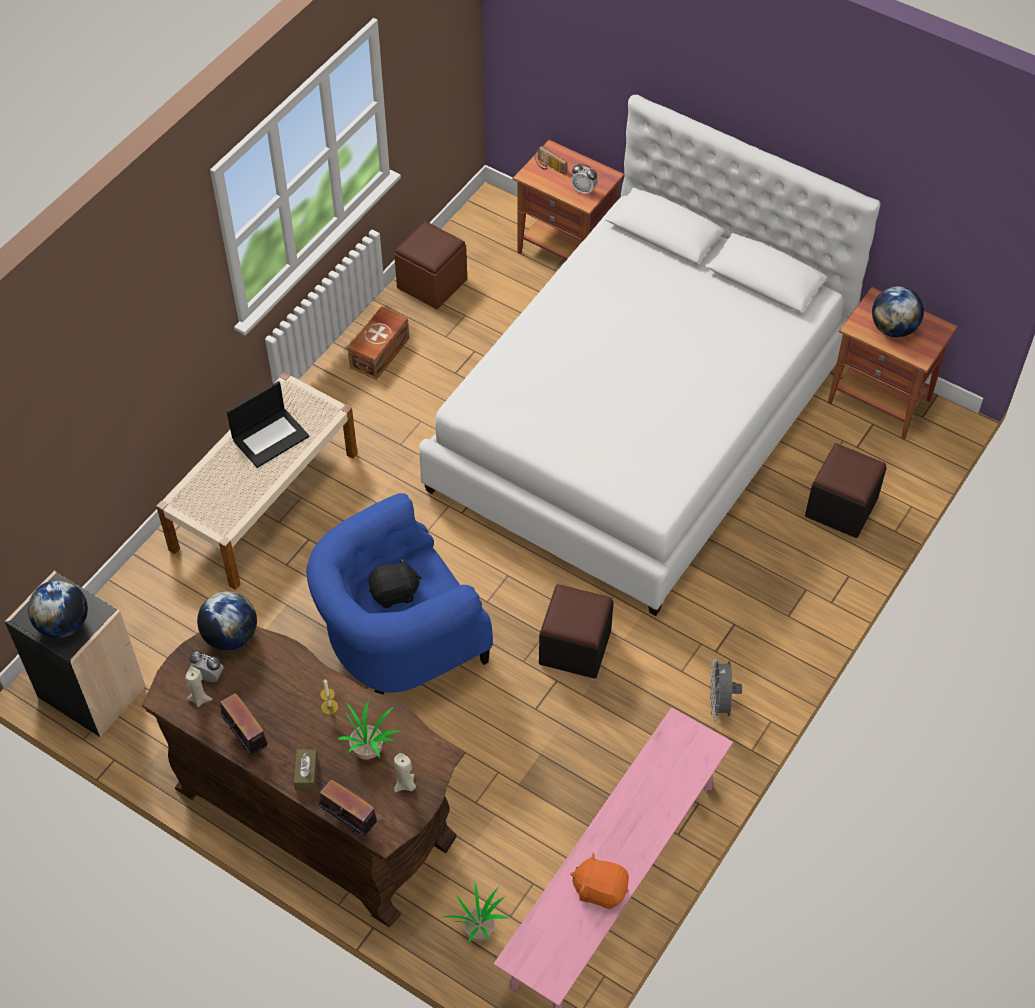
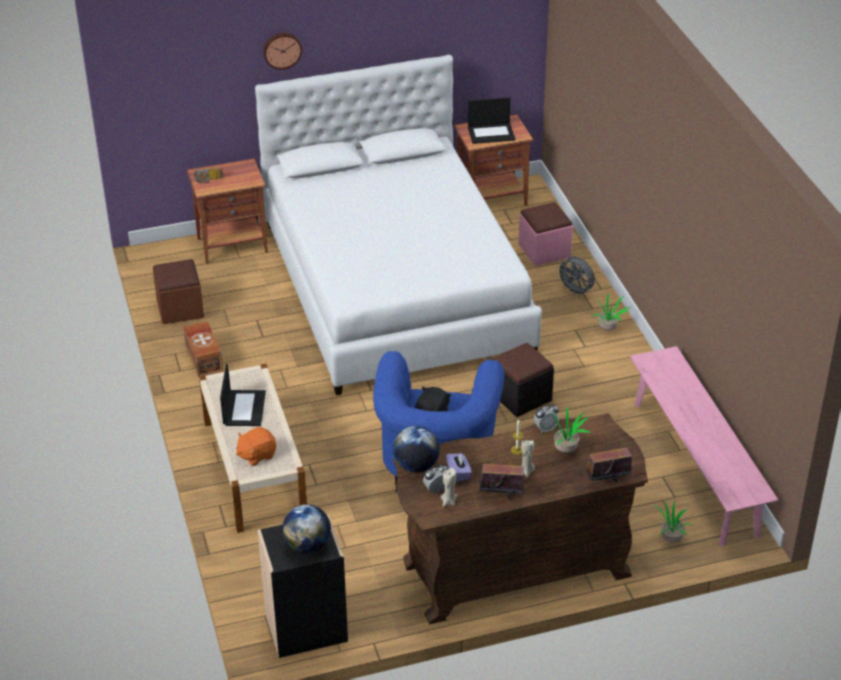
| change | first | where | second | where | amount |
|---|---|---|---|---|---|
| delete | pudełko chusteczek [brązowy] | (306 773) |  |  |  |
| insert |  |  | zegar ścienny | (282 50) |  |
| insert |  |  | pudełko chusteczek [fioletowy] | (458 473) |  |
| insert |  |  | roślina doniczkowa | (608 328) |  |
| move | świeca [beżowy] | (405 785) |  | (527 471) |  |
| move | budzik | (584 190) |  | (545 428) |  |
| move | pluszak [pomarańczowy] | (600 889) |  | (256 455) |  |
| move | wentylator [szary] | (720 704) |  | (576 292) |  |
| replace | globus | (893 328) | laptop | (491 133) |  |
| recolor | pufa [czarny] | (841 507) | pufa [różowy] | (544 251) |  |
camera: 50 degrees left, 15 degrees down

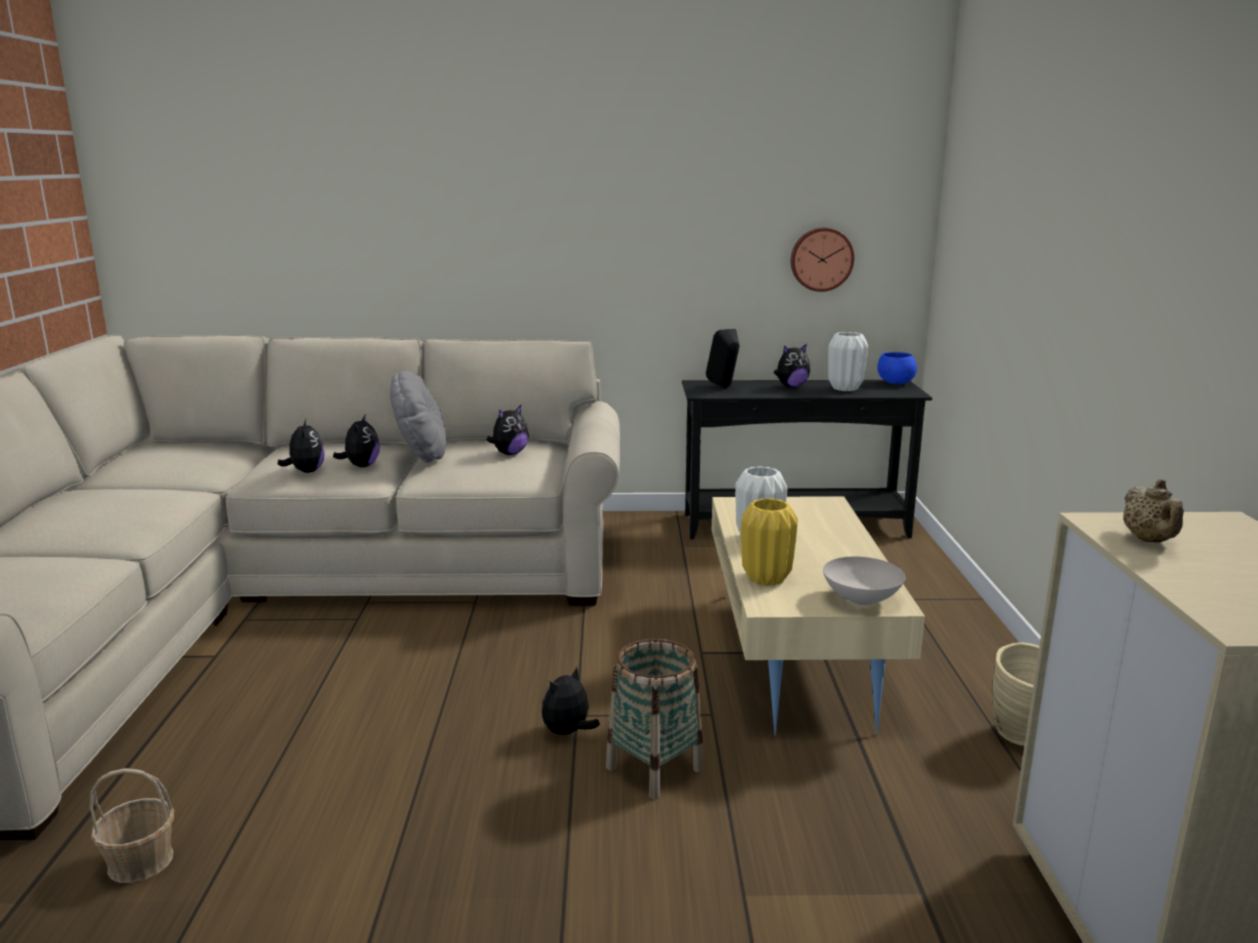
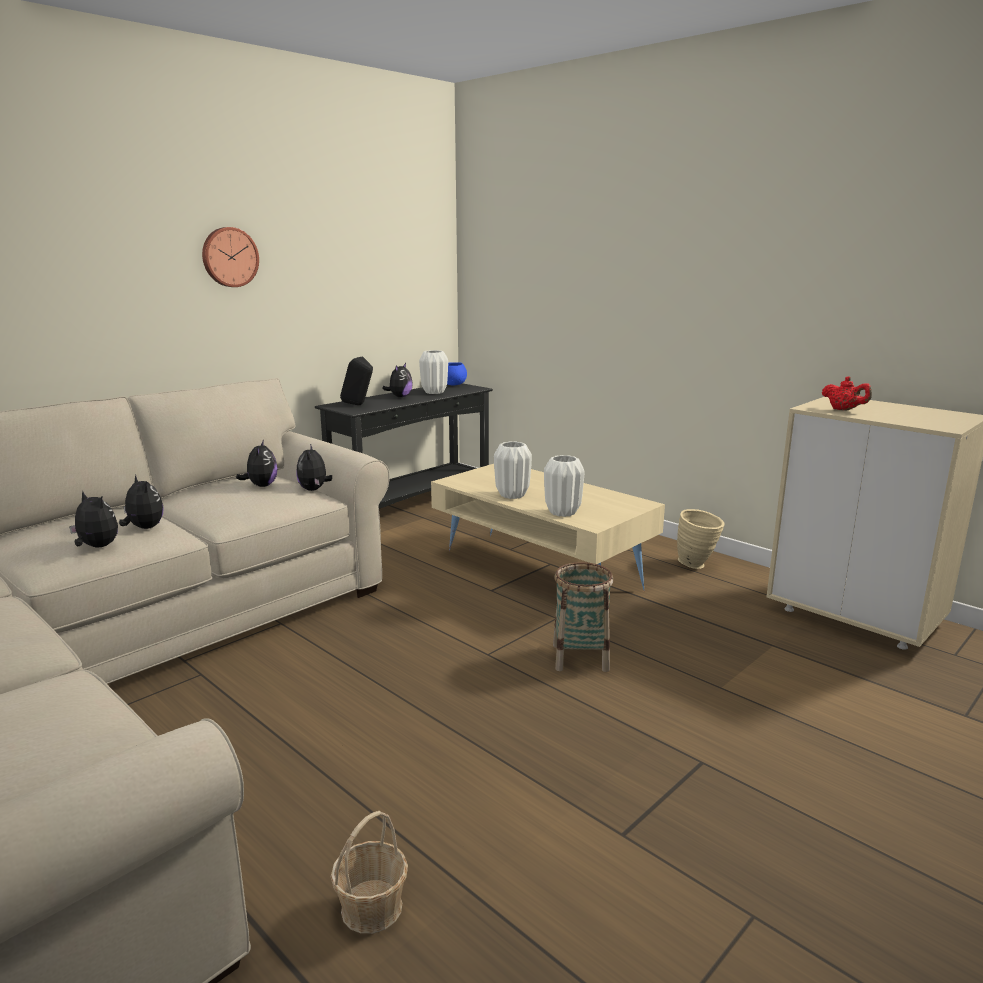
| change | first | where | second | where | amount |
|---|---|---|---|---|---|
| delete | poduszka [szary] | (421 457) |  |  |  |
| delete | miska [biały] | (860 600) |  |  |  |
| move | pluszak | (568 732) |  | (315 489) |  |
| move | zegar ścienny | (821 259) |  | (229 257) |  |
| recolor | wazon [żółty] | (766 579) | wazon [biały] | (562 513) |  |
| recolor | imbryk [beżowy] | (1149 540) | imbryk [czerwony] | (844 410) |  |
camera: 45 degrees left, 0 degrees up

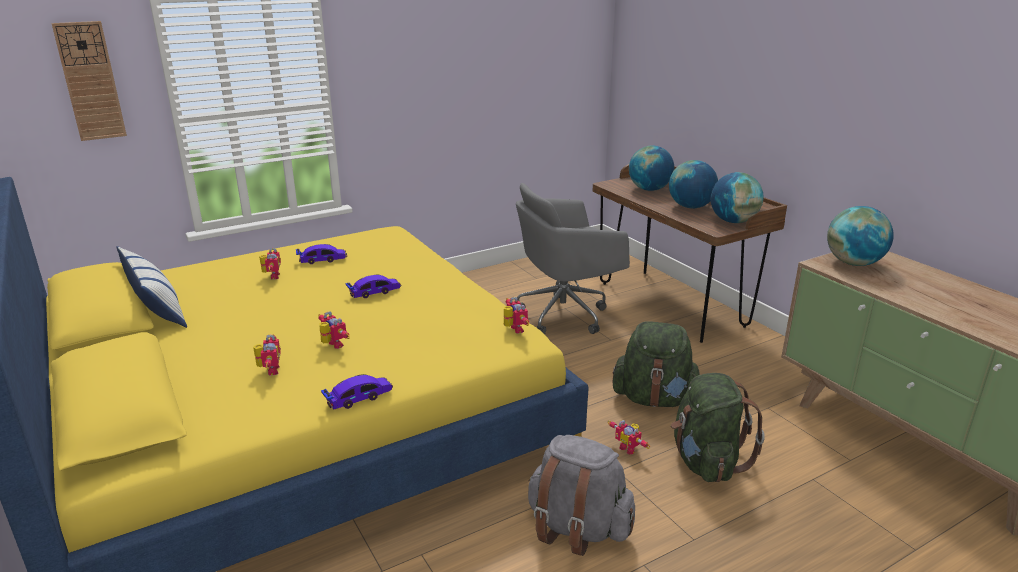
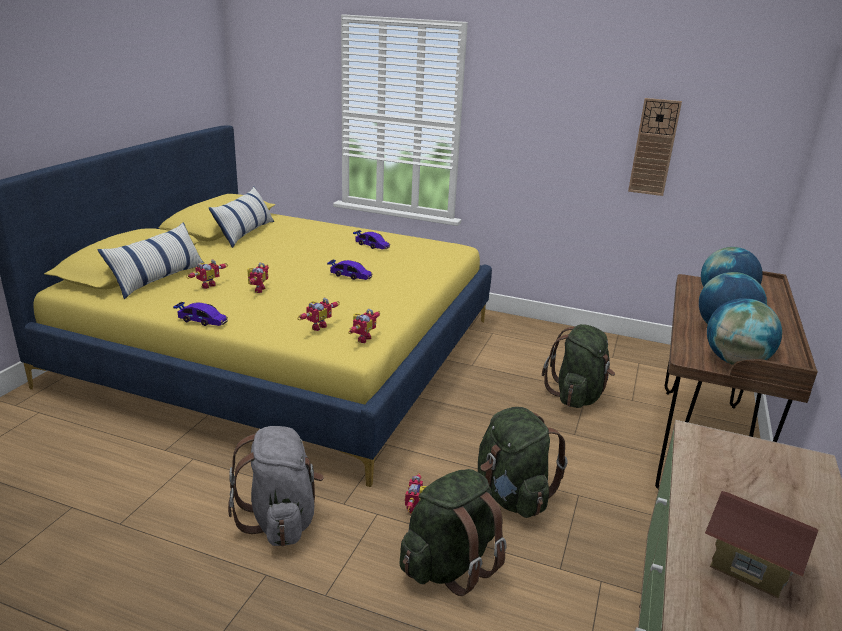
| change | first | where | second | where | amount |
|---|---|---|---|---|---|
| delete | globus | (853 263) |  |  |  |
| insert |  |  | poduszka | (159 279) |  |
| insert |  |  | domek | (749 566) |  |
| move | zegar ścienny | (90 81) |  | (654 147) |  |
| move | robot zabawkowy | (272 276) |  | (317 326) |  |
| replace | krzesło biurowe [szary] | (567 315) | plecak [zielony] | (577 396) |  |
camera: 50 degrees right, 0 degrees up

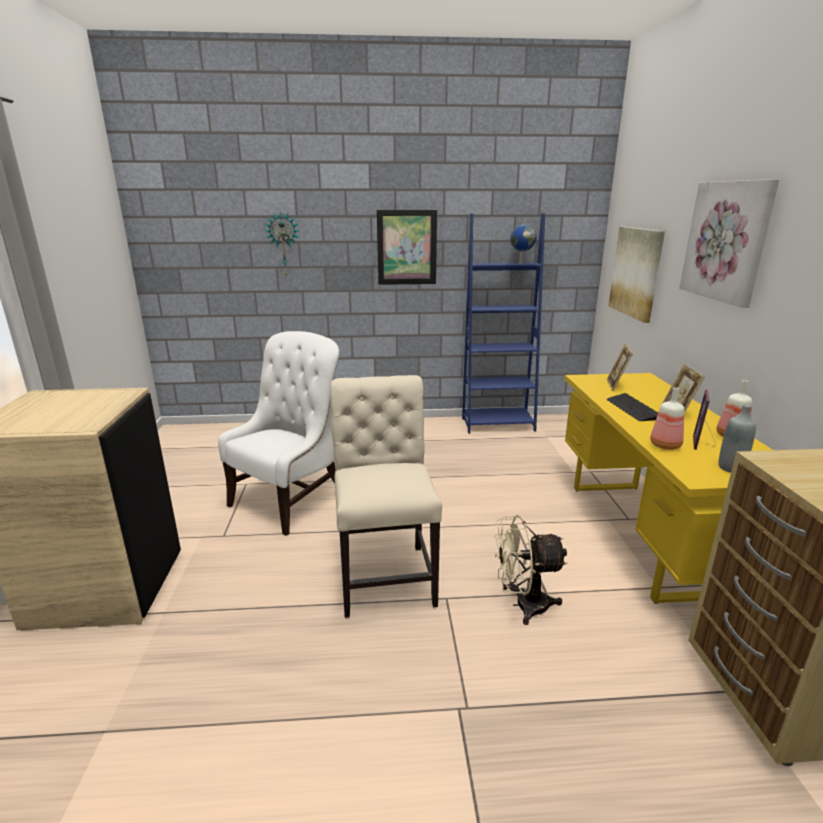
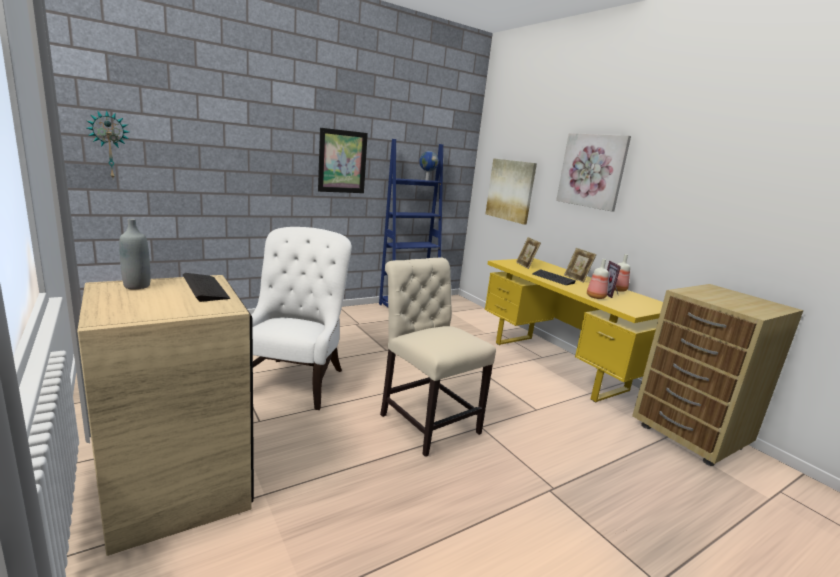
| change | first | where | second | where | amount |
|---|---|---|---|---|---|
| delete | wentylator [beżowy] | (523 605) |  |  |  |
| insert |  |  | klawiatura | (205 288) |  |
| move | zegar ścienny | (283 245) |  | (109 145) |  |
| move | butelka [szary] | (731 468) |  | (137 286) |  |
camera: 30 degrees left, 5 degrees down

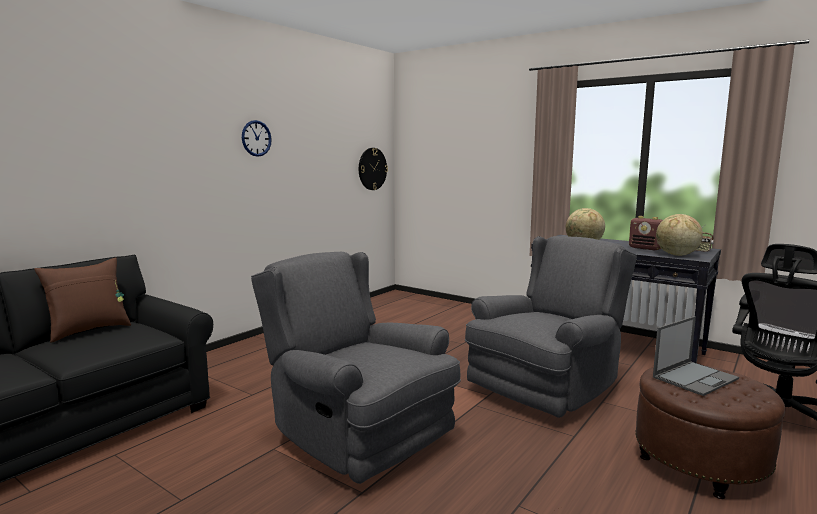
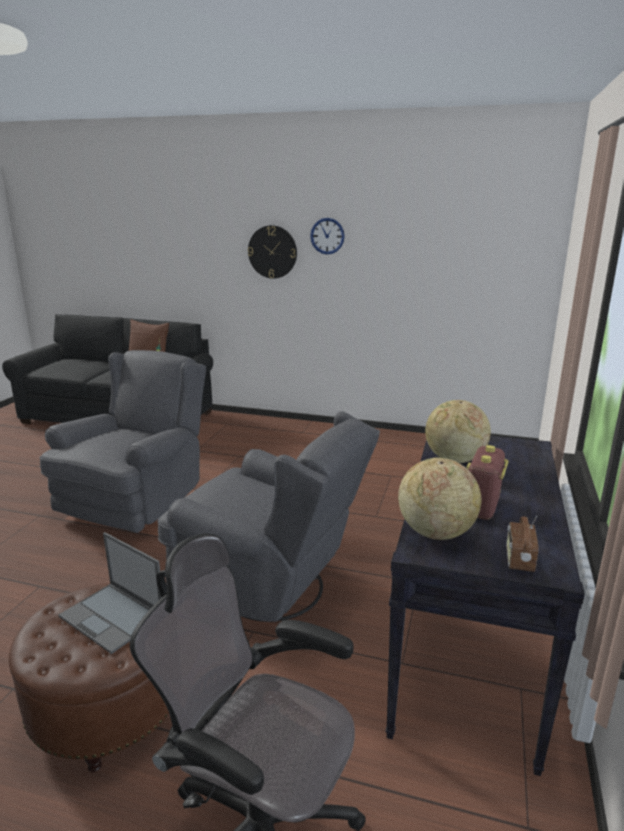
| change | first | where | second | where | amount |
|---|---|---|---|---|---|
| move | zegar ścienny | (372 169) |  | (272 252) |  |
camera: 70 degrees right, 10 degrees up

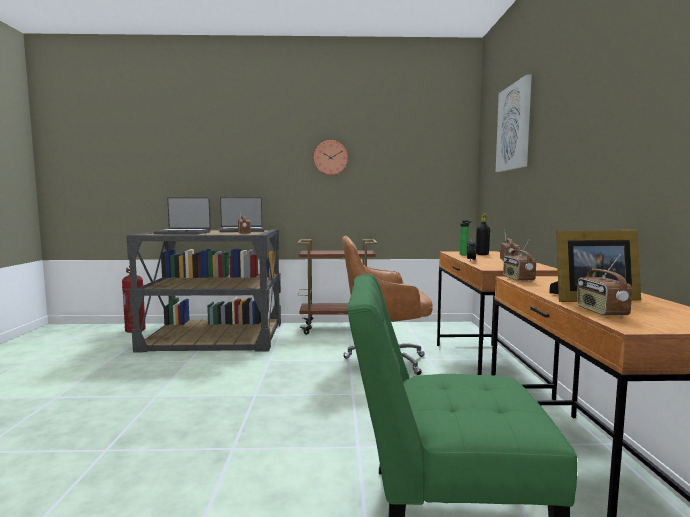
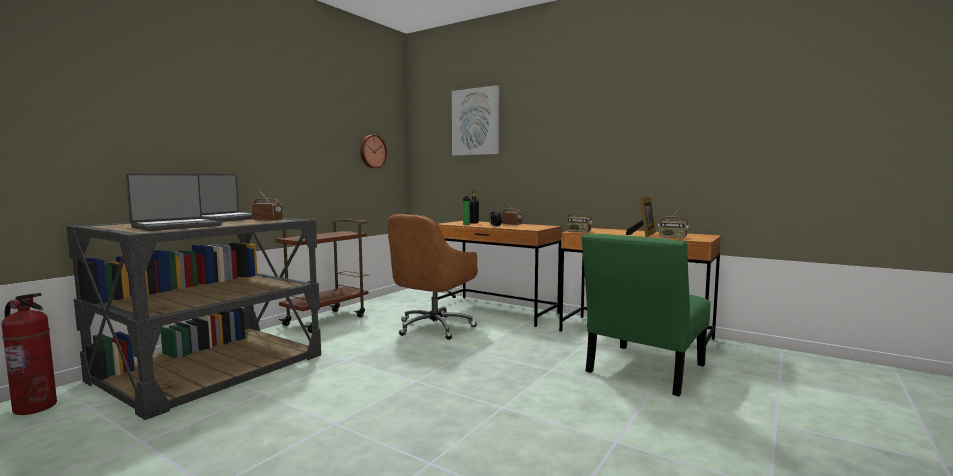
| change | first | where | second | where | amount |
|---|---|---|---|---|---|
| move | zegar ścienny | (330 158) |  | (372 151) |  |
camera: 55 degrees left, 0 degrees up

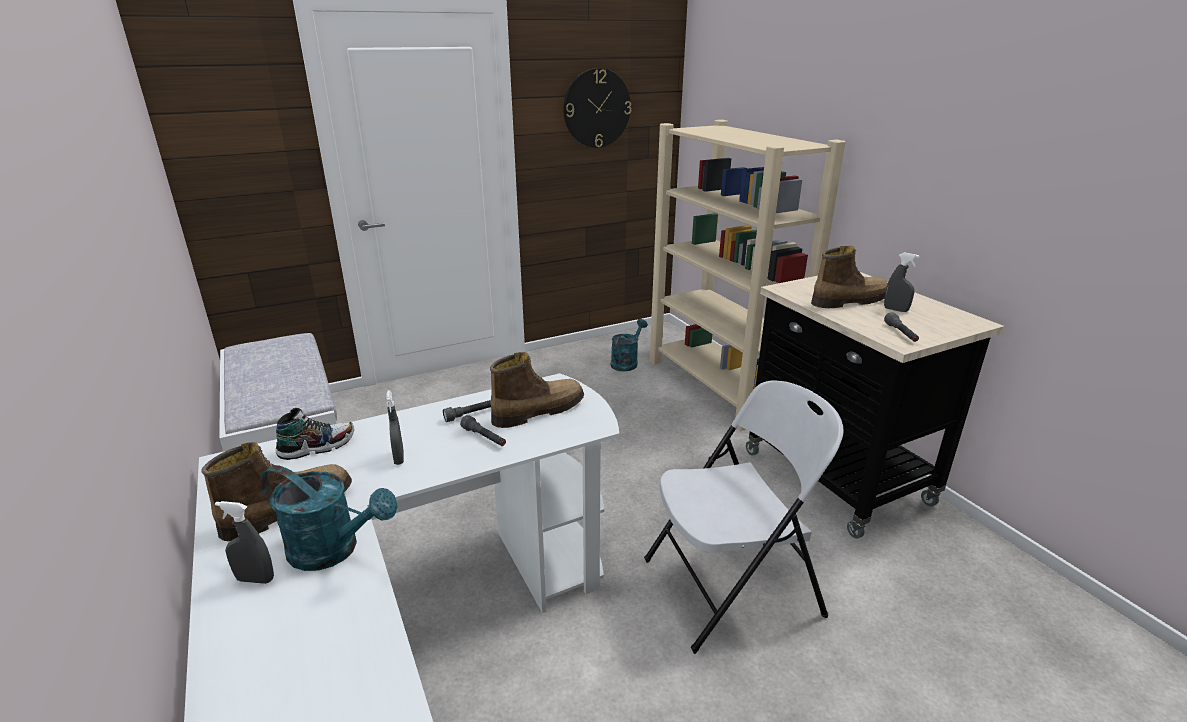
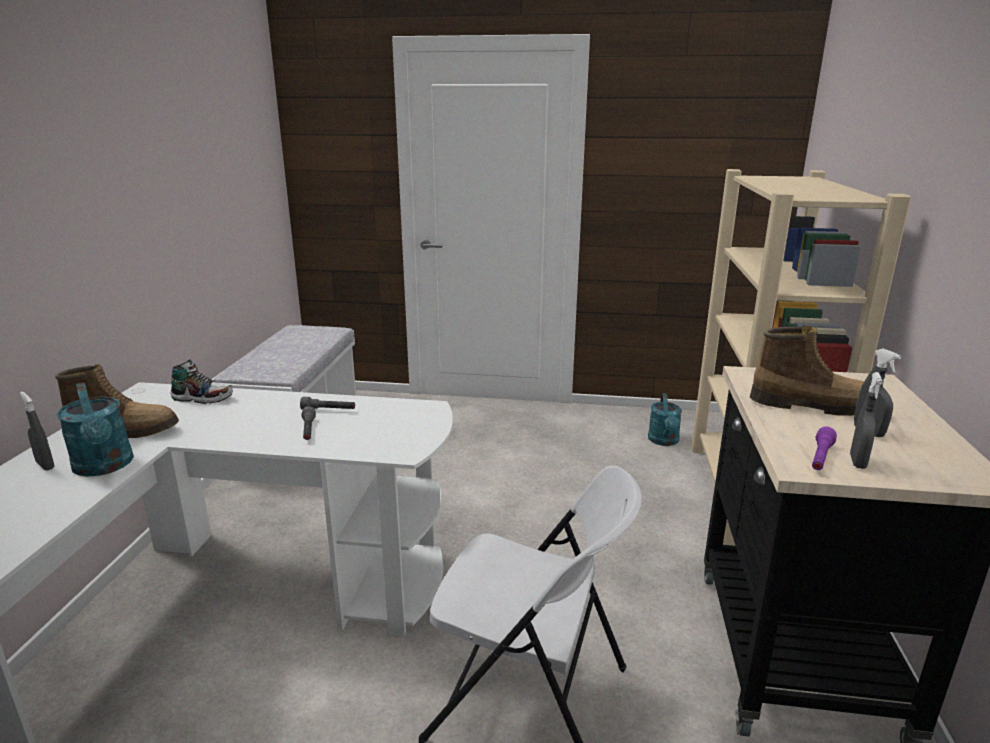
| change | first | where | second | where | amount |
|---|---|---|---|---|---|
| delete | but z cholewką | (537 411) |  |  |  |
| delete | zegar ścienny | (597 108) |  |  |  |
| move | spryskiwacz [szary] | (399 458) |  | (857 462) |  |
| recolor | latarka [szary] | (901 334) | latarka [fioletowy] | (820 458) |  |
| rotate | konewka [turkusowy] | (626 362) |  | (664 441) | 120 degrees clockwise |
camera: 35 degrees right, 5 degrees down

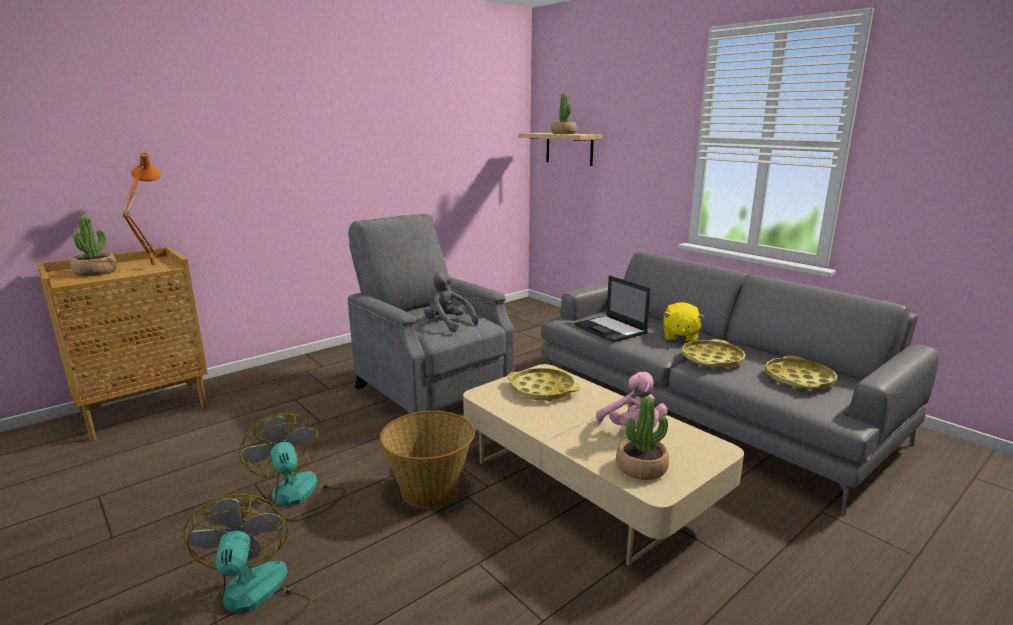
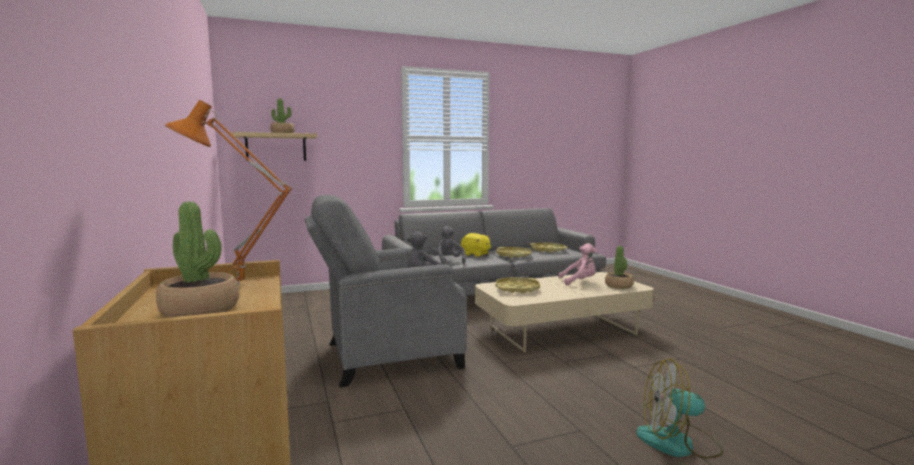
| change | first | where | second | where | amount |
|---|---|---|---|---|---|
| delete | wentylator | (298 497) |  |  |  |
| delete | koszyk | (430 490) |  |  |  |
| replace | laptop | (611 329) | pluszak [szary] | (448 261) |  |
camera: 70 degrees left, 10 degrees down

